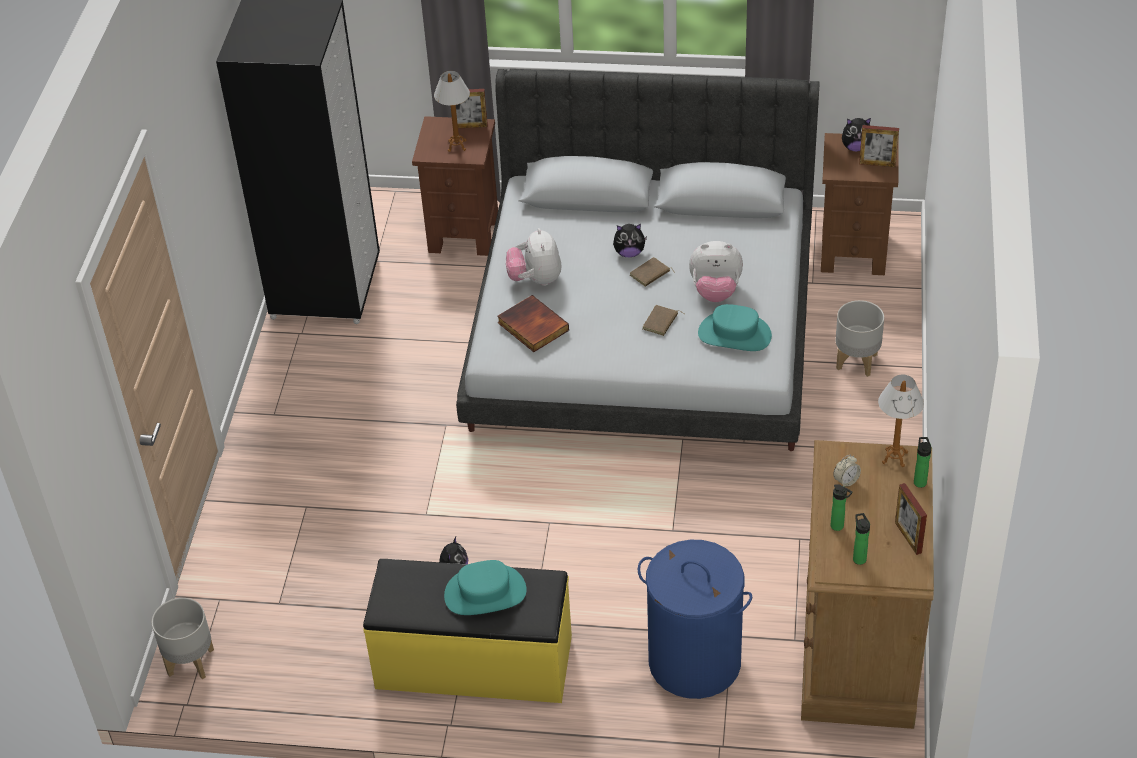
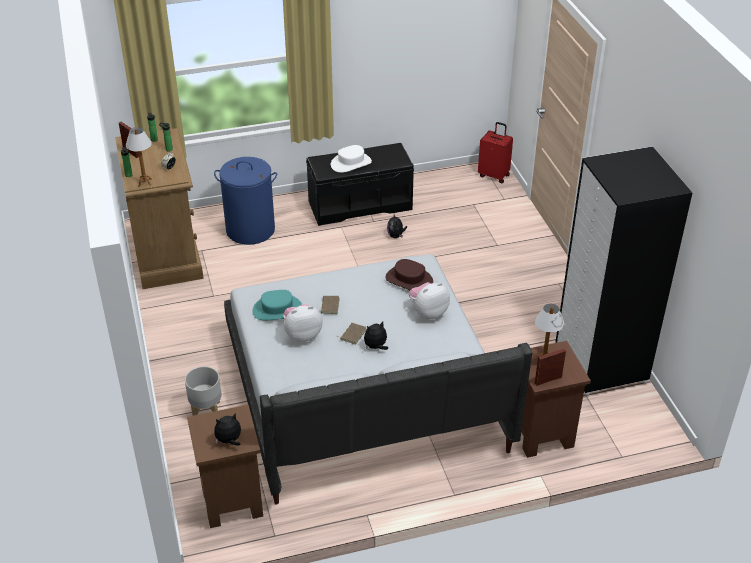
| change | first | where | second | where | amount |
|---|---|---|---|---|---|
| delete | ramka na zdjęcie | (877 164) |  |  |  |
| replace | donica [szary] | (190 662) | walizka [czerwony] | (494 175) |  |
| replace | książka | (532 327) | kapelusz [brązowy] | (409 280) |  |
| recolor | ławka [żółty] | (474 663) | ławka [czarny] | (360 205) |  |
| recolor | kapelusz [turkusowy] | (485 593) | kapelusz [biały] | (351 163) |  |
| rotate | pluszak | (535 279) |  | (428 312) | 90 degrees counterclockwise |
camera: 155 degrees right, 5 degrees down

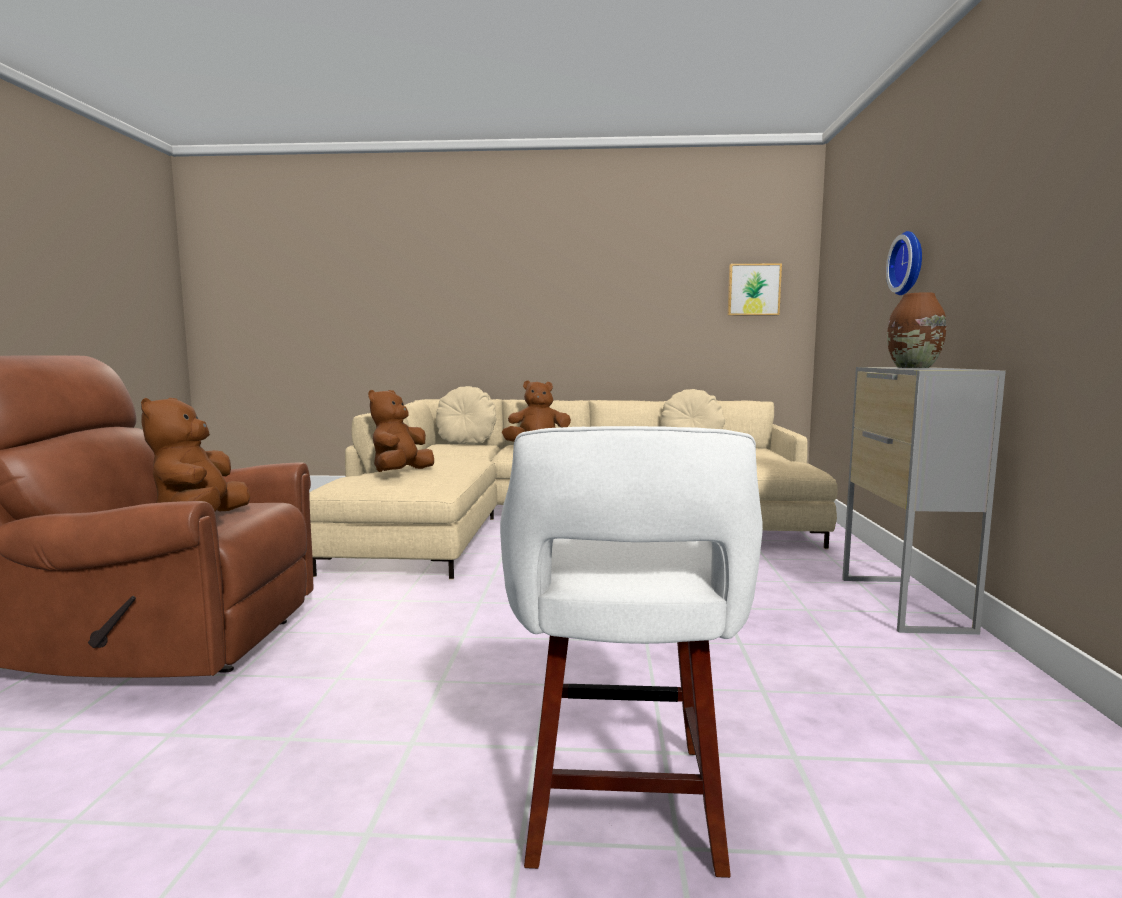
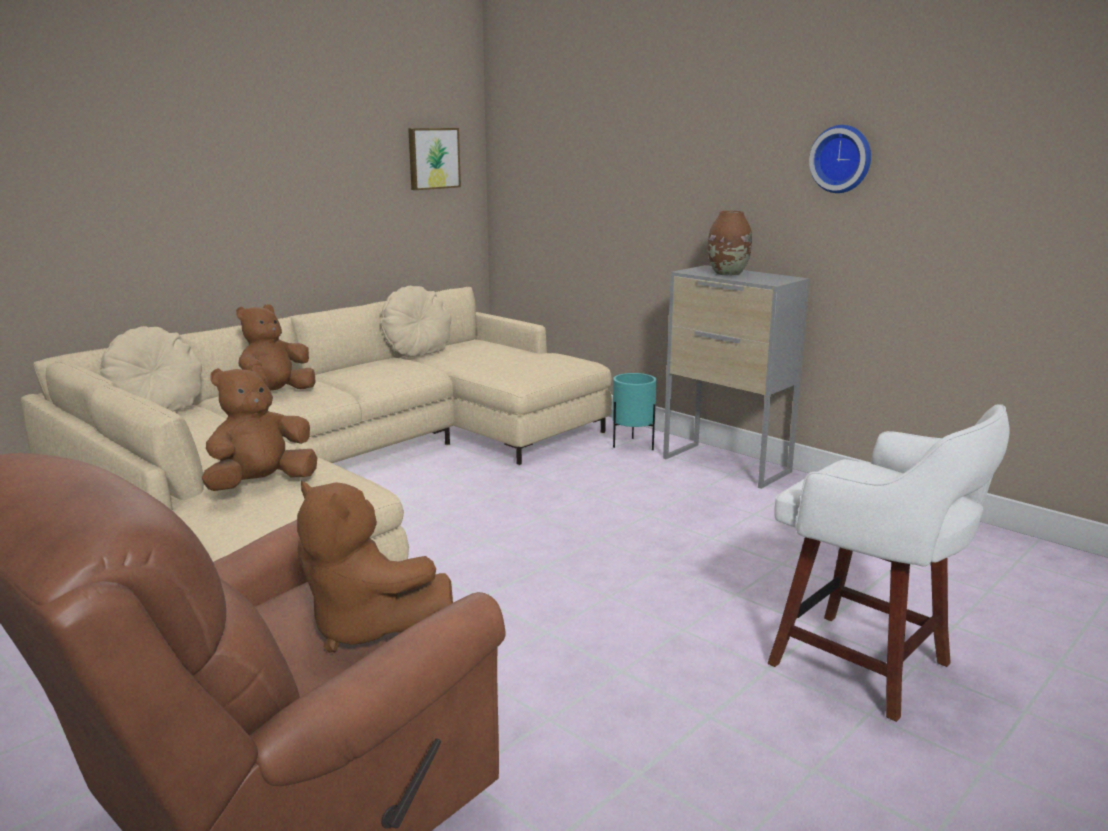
| change | first | where | second | where | amount |
|---|---|---|---|---|---|
| insert |  |  | donica [turkusowy] | (633 446) |  |
| move | zegar ścienny | (909 263) |  | (842 159) |  |
| rotate | pluszak [brązowy] | (400 473) |  | (261 484) | 75 degrees clockwise |
camera: 50 degrees left, 10 degrees up

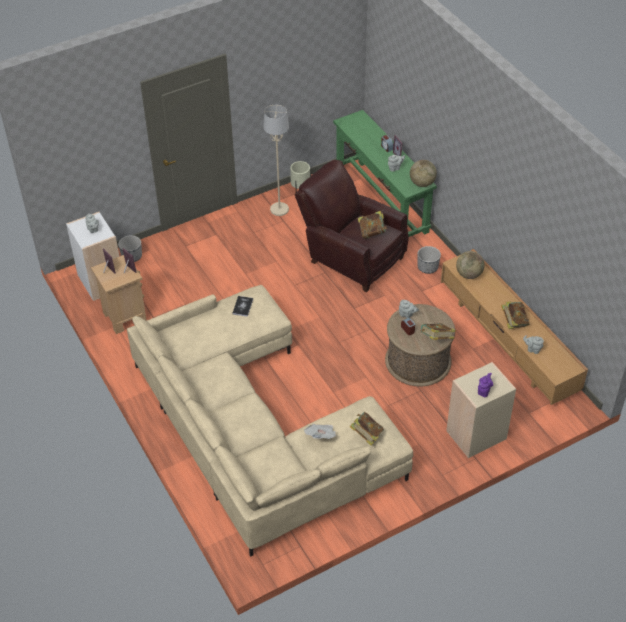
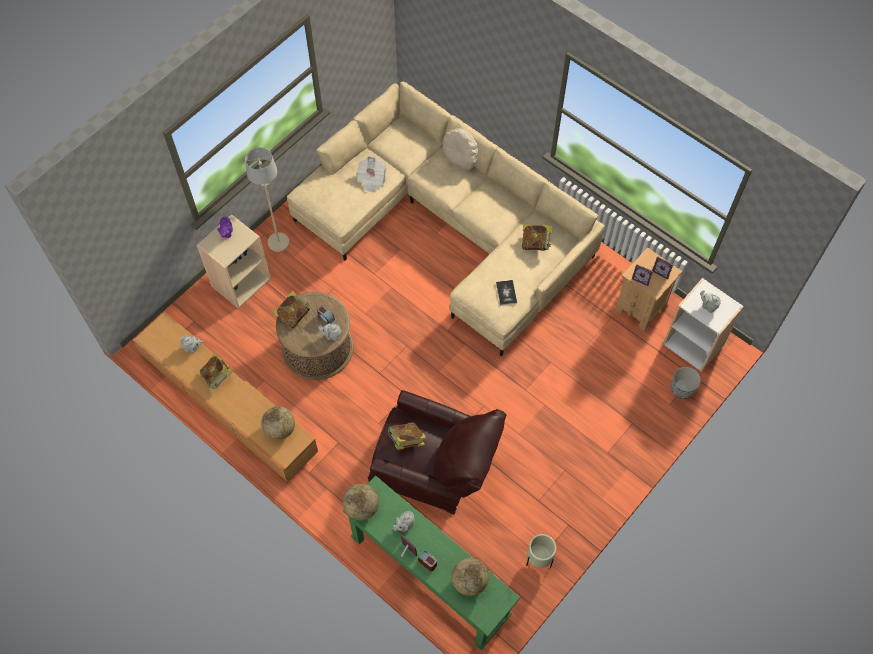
| change | first | where | second | where | amount |
|---|---|---|---|---|---|
| delete | donica | (428 267) |  |  |  |
| insert |  |  | poduszka [beżowy] | (460 160) |  |
| insert |  |  | globus | (469 581) |  |
| move | lampa stojąca [beżowy] | (279 209) |  | (278 242) |  |
| move | książka | (366 435) |  | (536 243) |  |
camera: 160 degrees right, 15 degrees up

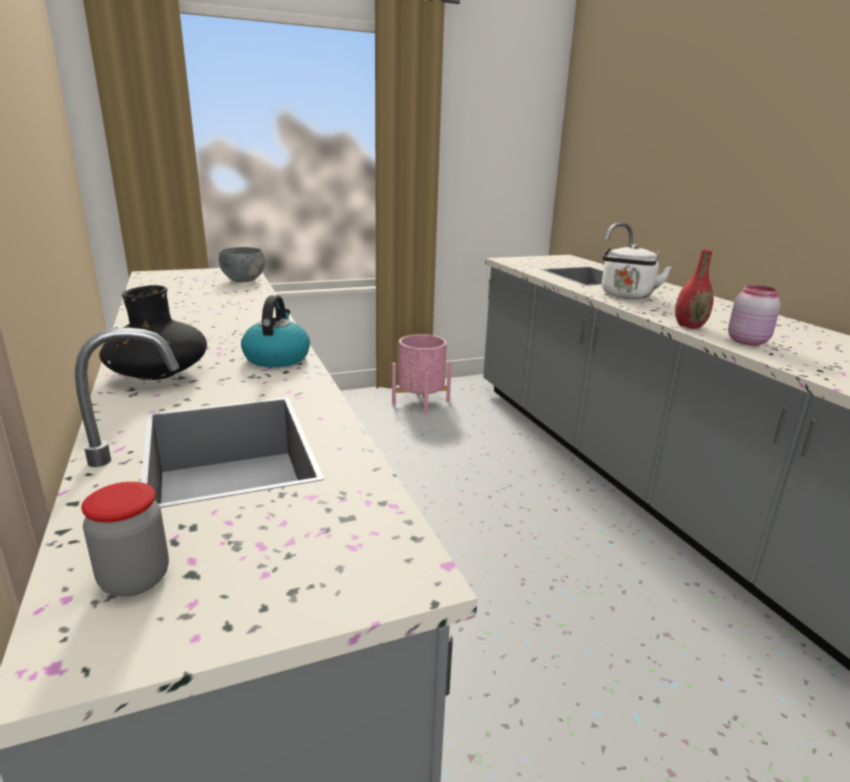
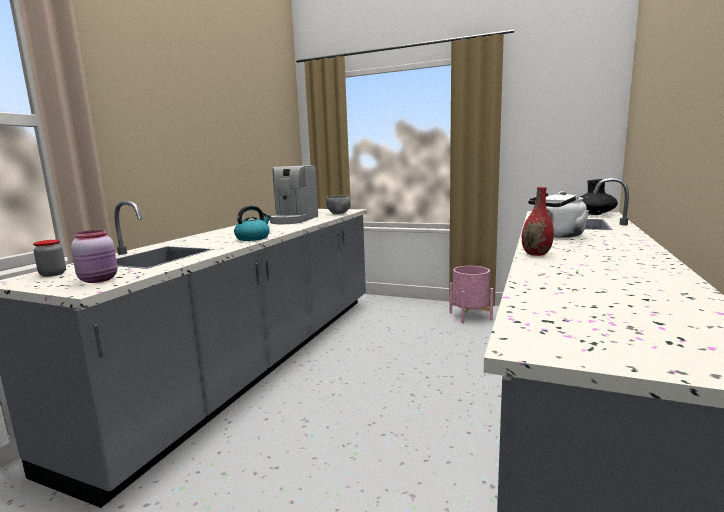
| change | first | where | second | where | amount |
|---|---|---|---|---|---|
| insert |  |  | ekspres do kawy | (293 220) |  |
| move | wazon [czarny] | (158 374) |  | (594 214) |  |
| move | słoik [różowy] | (747 341) |  | (100 279) |  |
camera: 45 degrees right, 10 degrees down

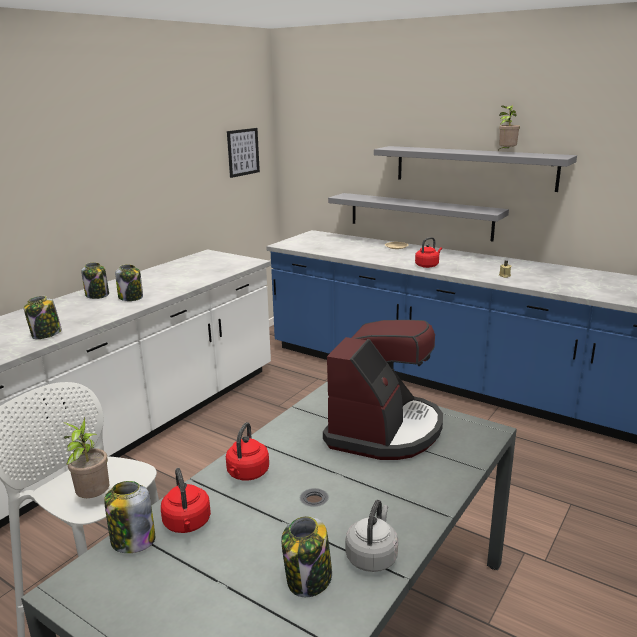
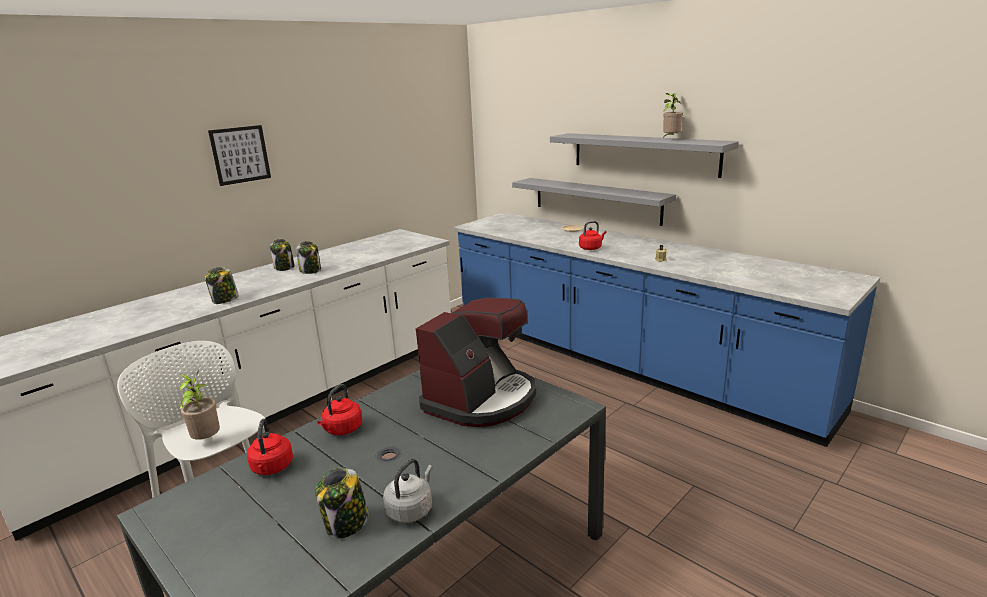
| change | first | where | second | where | amount |
|---|---|---|---|---|---|
| delete | słoik | (132 540) |  |  |  |
| move | obraz | (243 152) |  | (240 155) |  |
camera: 10 degrees right, 0 degrees up

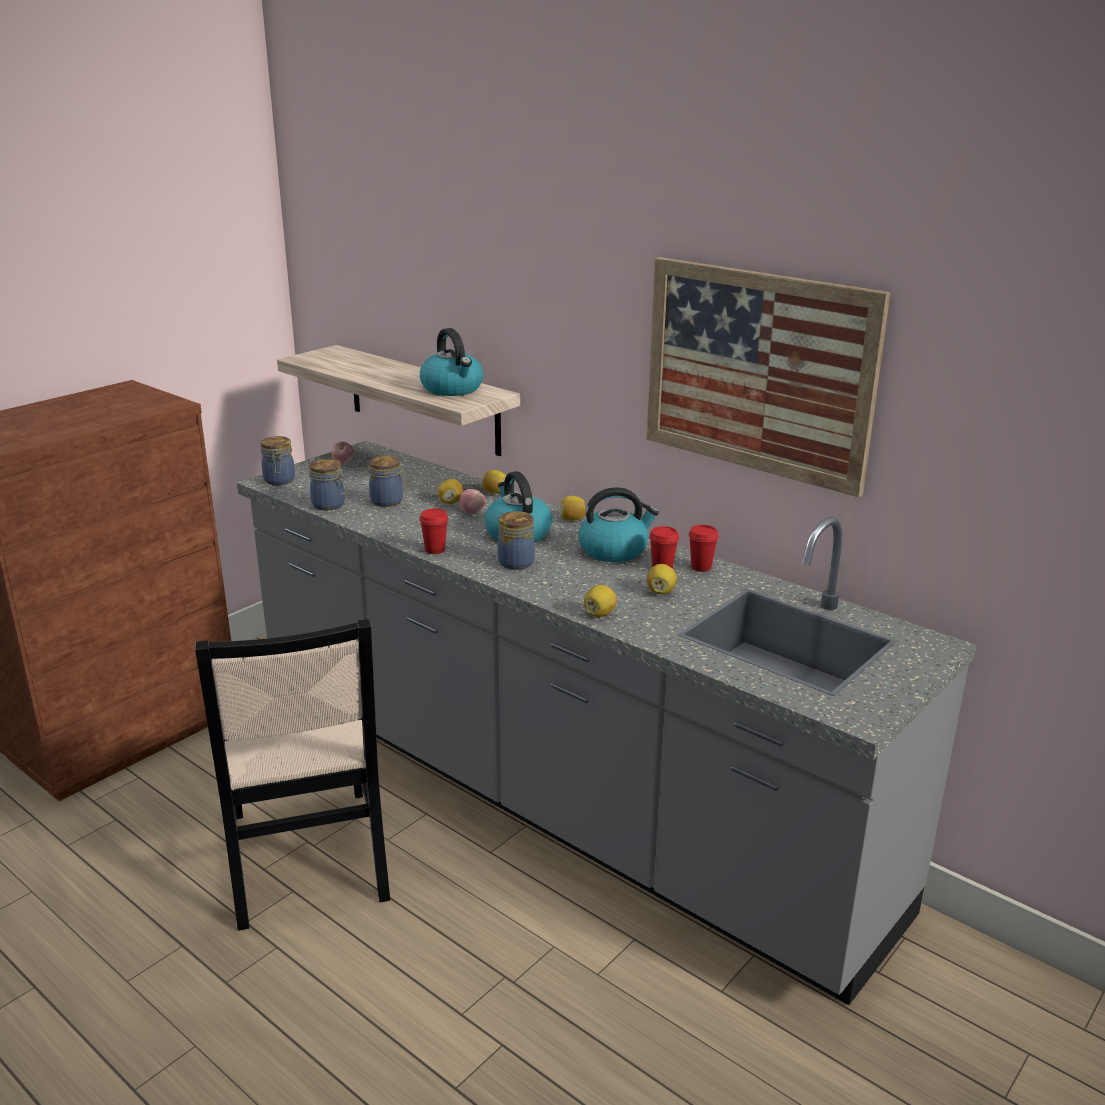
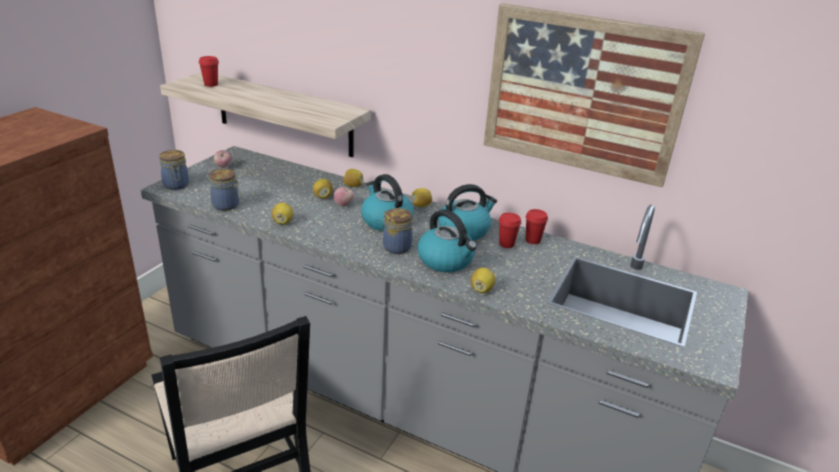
| change | first | where | second | where | amount |
|---|---|---|---|---|---|
| delete | słoik | (388 501) |  |  |  |
| move | filiżanka [czerwony] | (435 550) |  | (211 84) |  |
| move | czajnik | (453 389) |  | (446 260) |  |
| move | cytryna | (661 592) |  | (283 222) |  |
camera: 15 degrees left, 5 degrees up

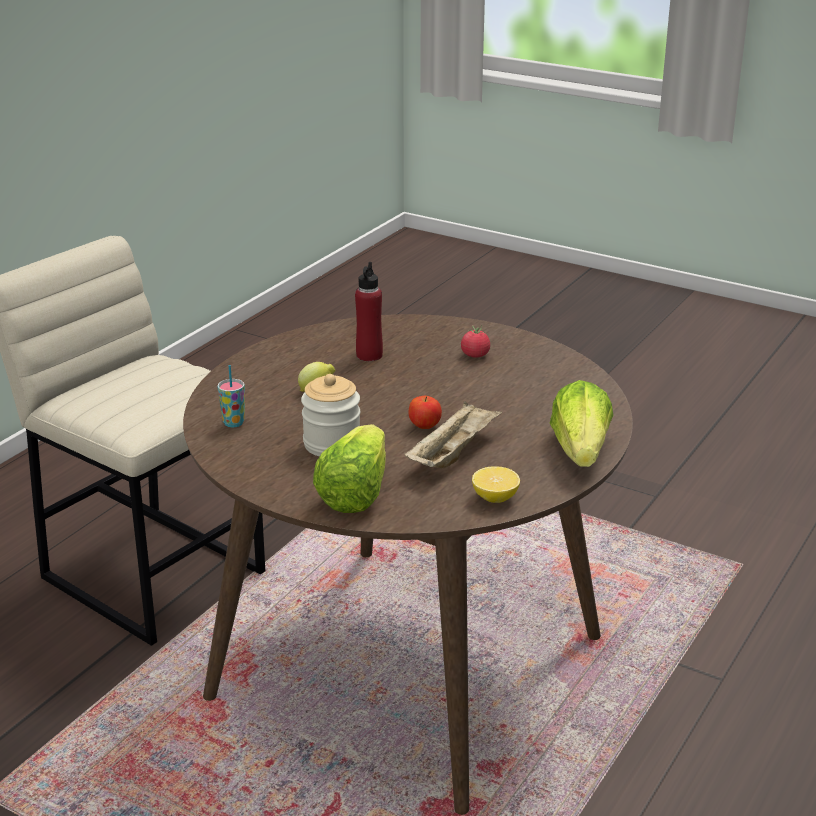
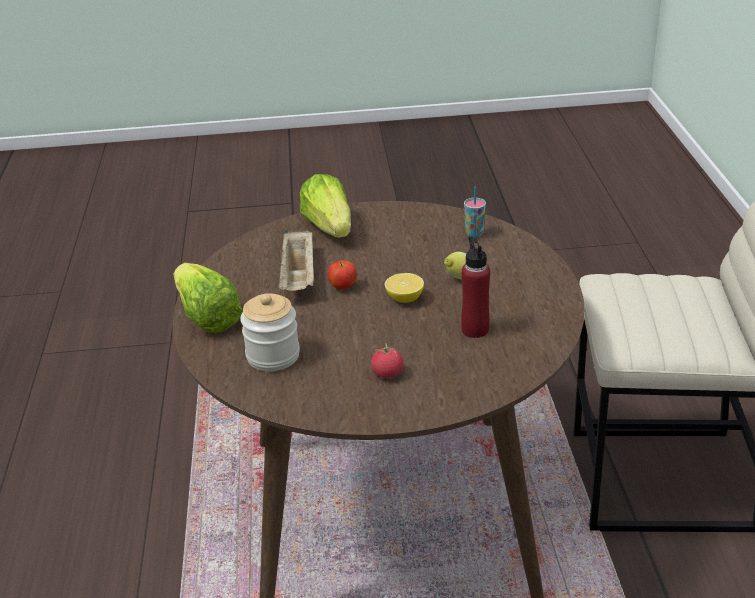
| change | first | where | second | where | amount |
|---|---|---|---|---|---|
| move | słoik | (332 444) |  | (273 356) |  |
| move | cytryna | (495 498) |  | (404 298) |  |
camera: 145 degrees right, 5 degrees up

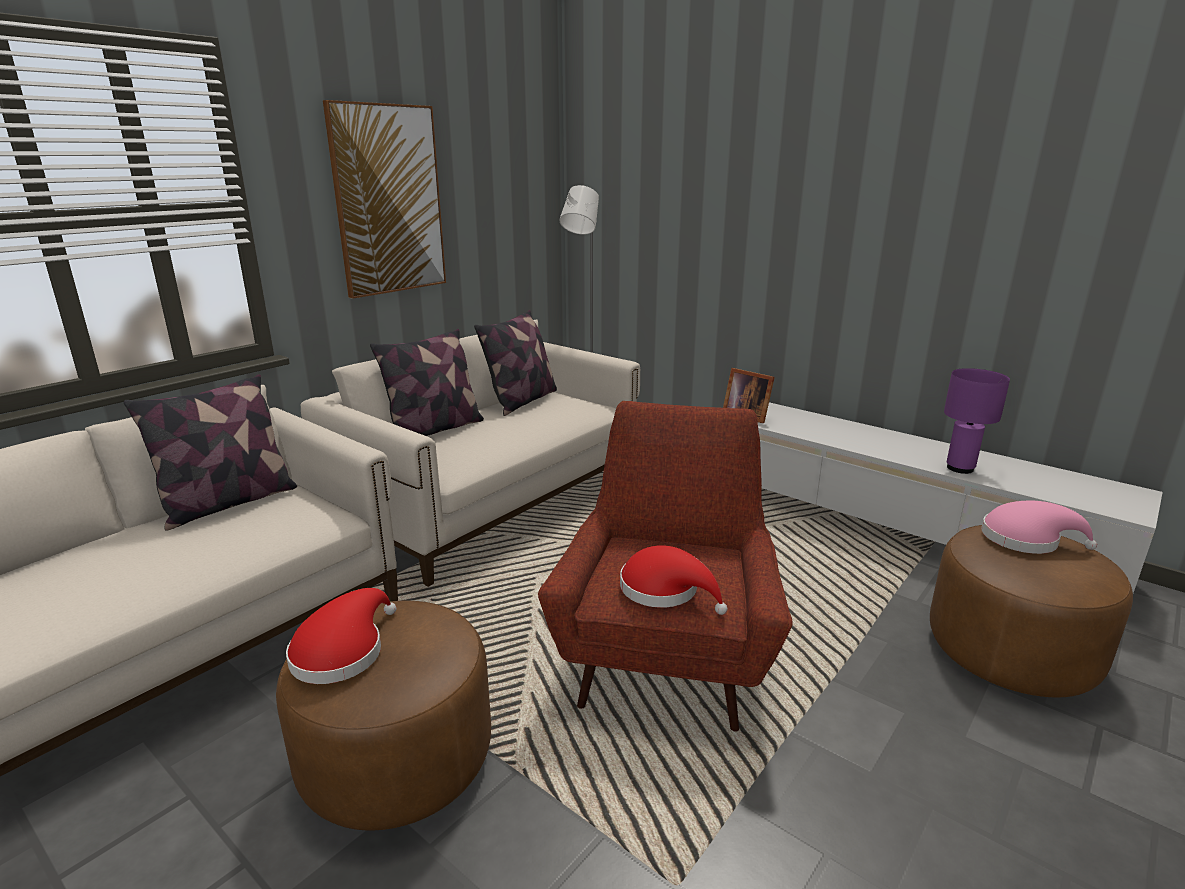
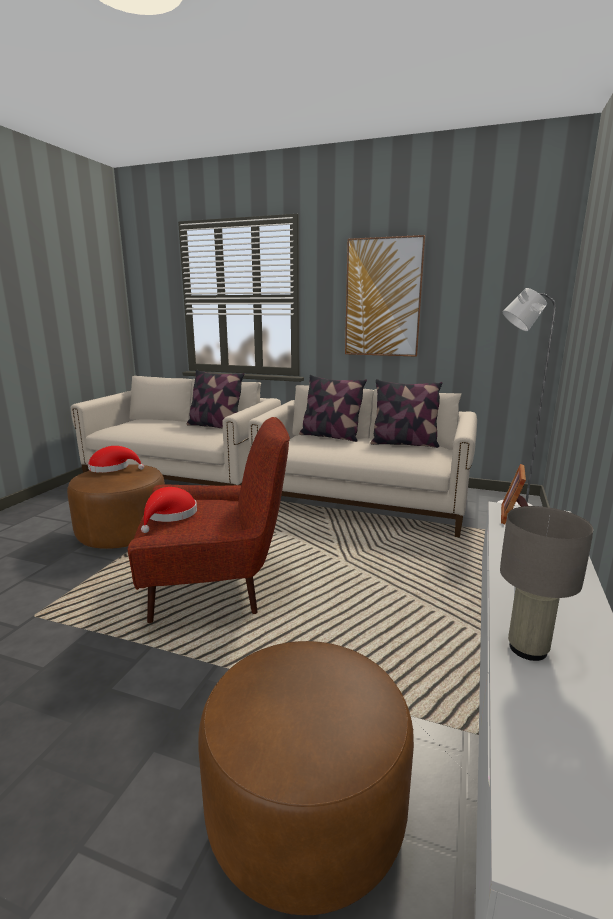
| change | first | where | second | where | amount |
|---|---|---|---|---|---|
| delete | kapelusz [różowy] | (1026 539) |  |  |  |
| recolor | lampa stołowa [fioletowy] | (959 468) | lampa stołowa [szary] | (527 648) |  |
camera: 70 degrees right, 5 degrees down

